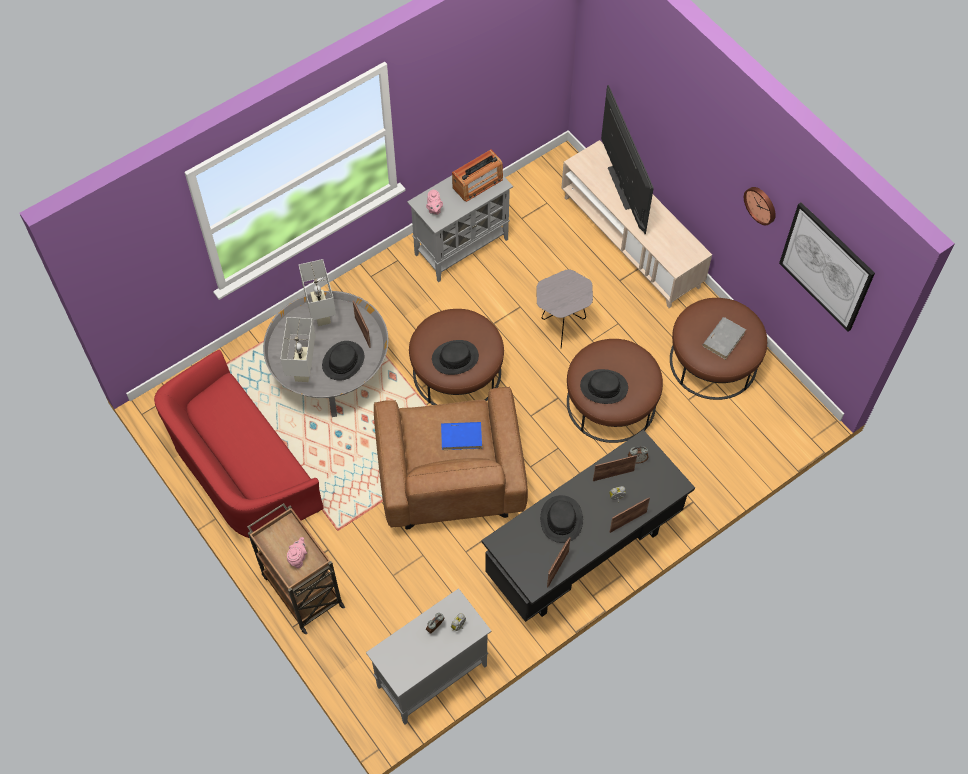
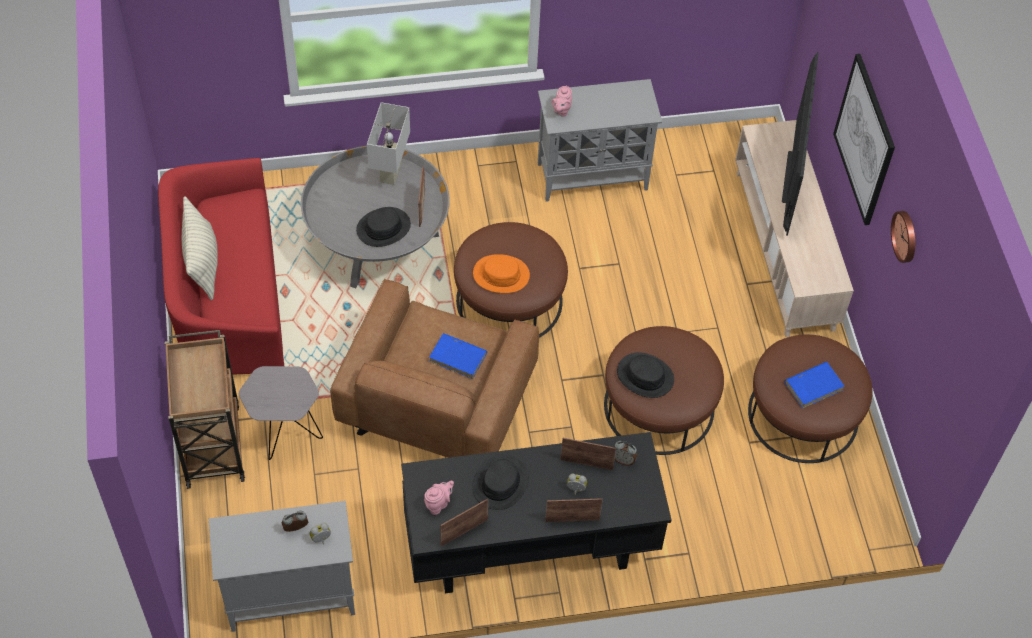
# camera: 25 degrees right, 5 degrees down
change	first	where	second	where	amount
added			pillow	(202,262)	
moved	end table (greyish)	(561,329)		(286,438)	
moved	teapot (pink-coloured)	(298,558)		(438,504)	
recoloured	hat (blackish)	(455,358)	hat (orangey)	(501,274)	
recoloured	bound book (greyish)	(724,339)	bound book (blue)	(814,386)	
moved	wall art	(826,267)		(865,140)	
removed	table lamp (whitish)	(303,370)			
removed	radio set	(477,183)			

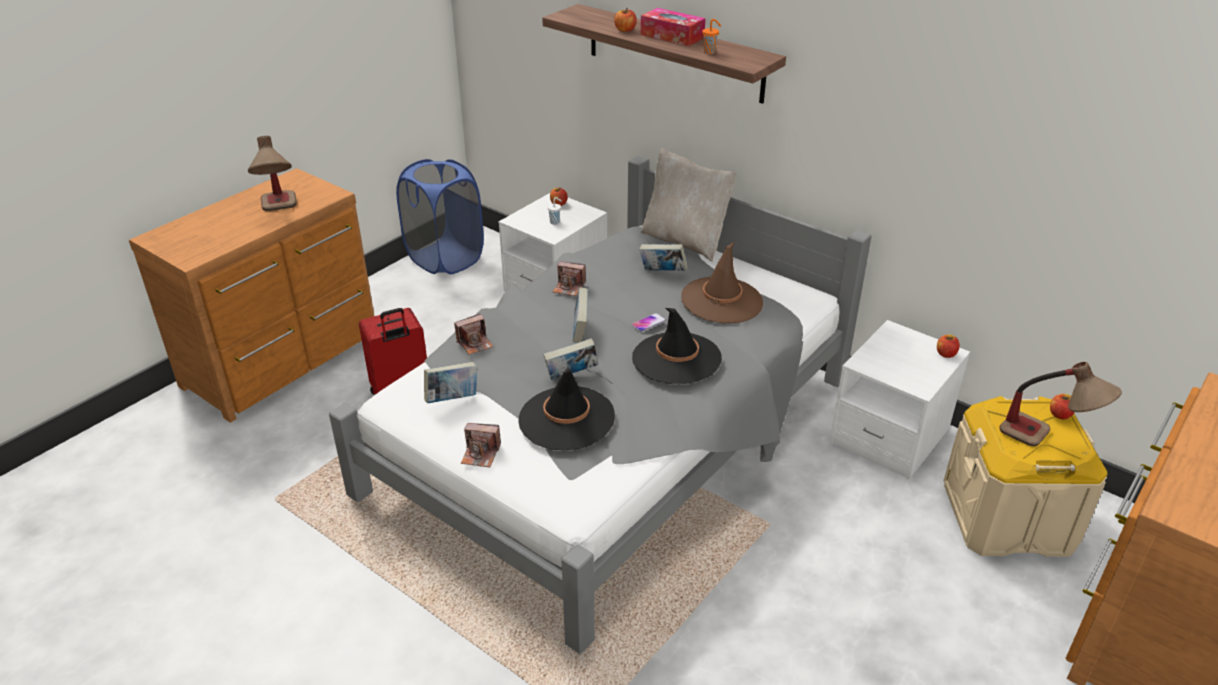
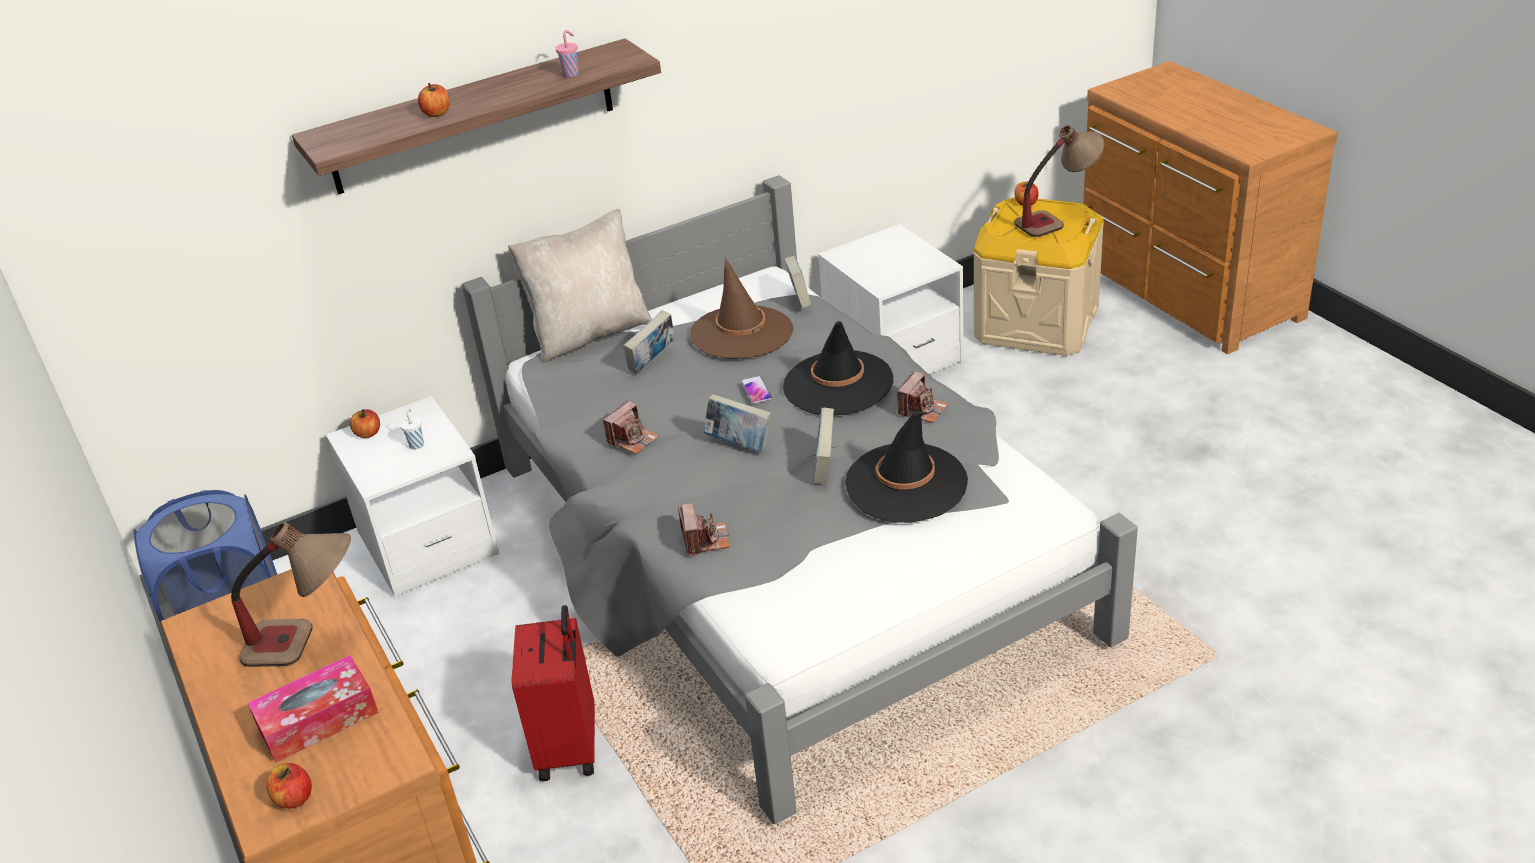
# camera: 65 degrees left, 0 degrees up
change	first	where	second	where	amount
moved	tissue box	(672,36)		(318,720)	
moved	apple	(946,354)		(294,798)	
recoloured	drinking cup (orangey)	(710,52)	drinking cup (pink-coloured)	(571,74)	
moved	bound book	(452,399)		(799,301)	
moved	still camera	(481,454)		(922,409)	

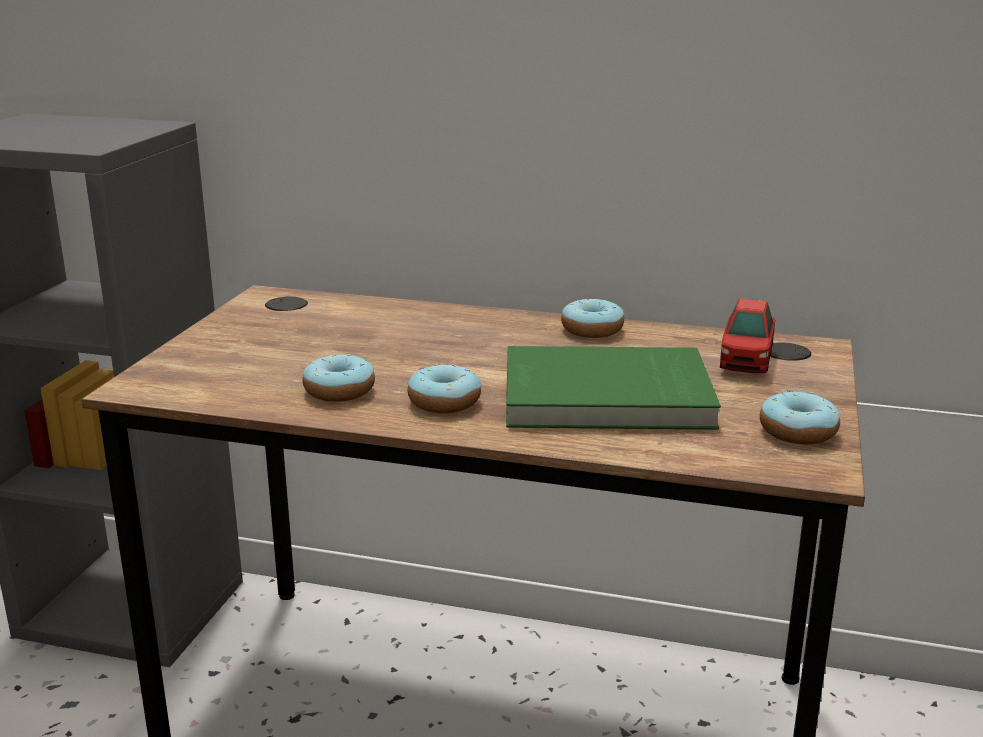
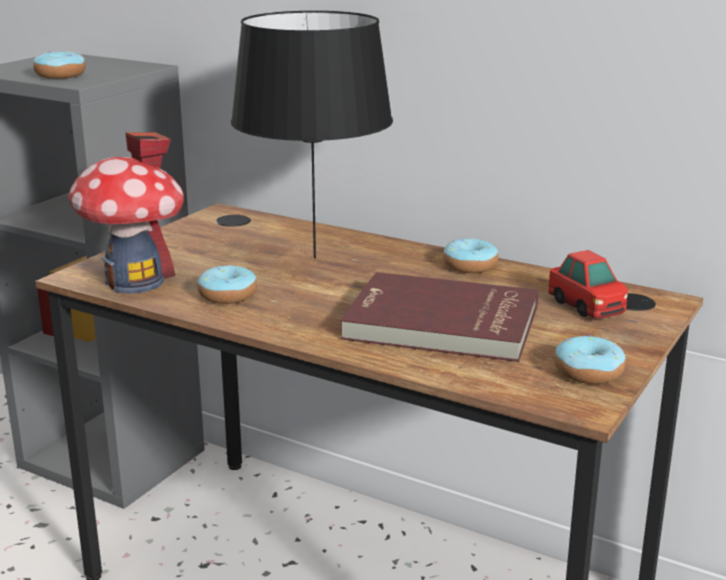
# camera: 15 degrees right, 0 degrees up
change	first	where	second	where	amount
moved	donut	(444,402)		(60,75)	
added			toy house	(135,282)	
added			table lamp (blackish)	(315,257)	
recoloured	bound book (greenish)	(606,397)	bound book (reddish)	(441,324)	
turned	model car	(745,361)		(587,306)	60 degrees counterclockwise

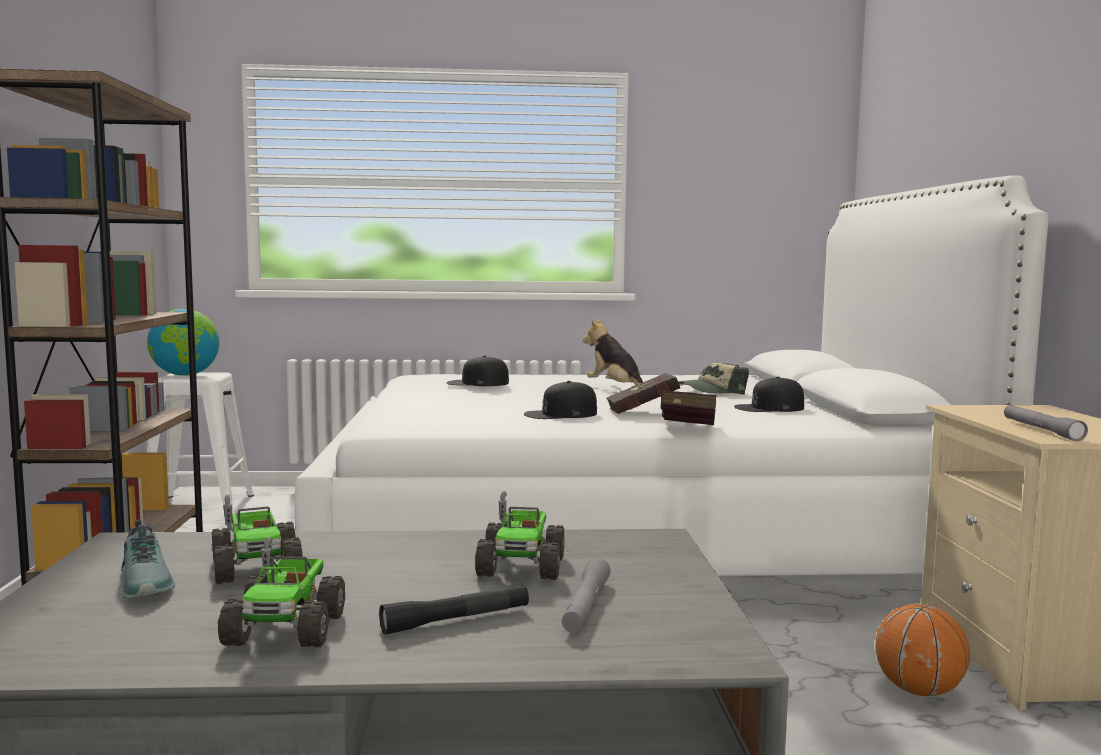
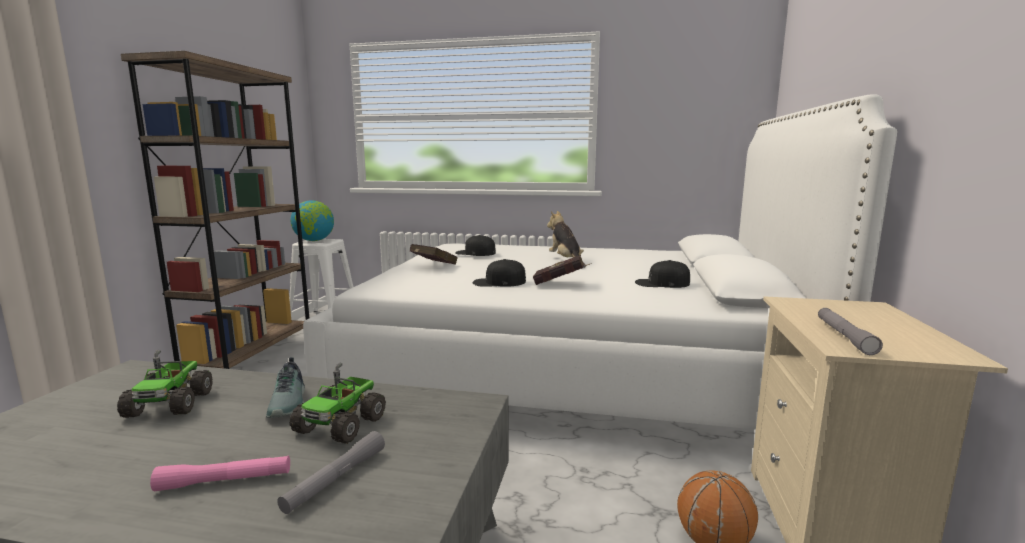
# camera: 15 degrees right, 5 degrees up
change	first	where	second	where	amount
recoloured	torch (blackish)	(456,620)	torch (pink-coloured)	(225,481)	
moved	low shoe	(148,583)		(290,402)	
moved	bound book (reddish)	(686,430)		(432,266)	
removed	model truck	(287,629)			
removed	peaked cap	(712,392)			

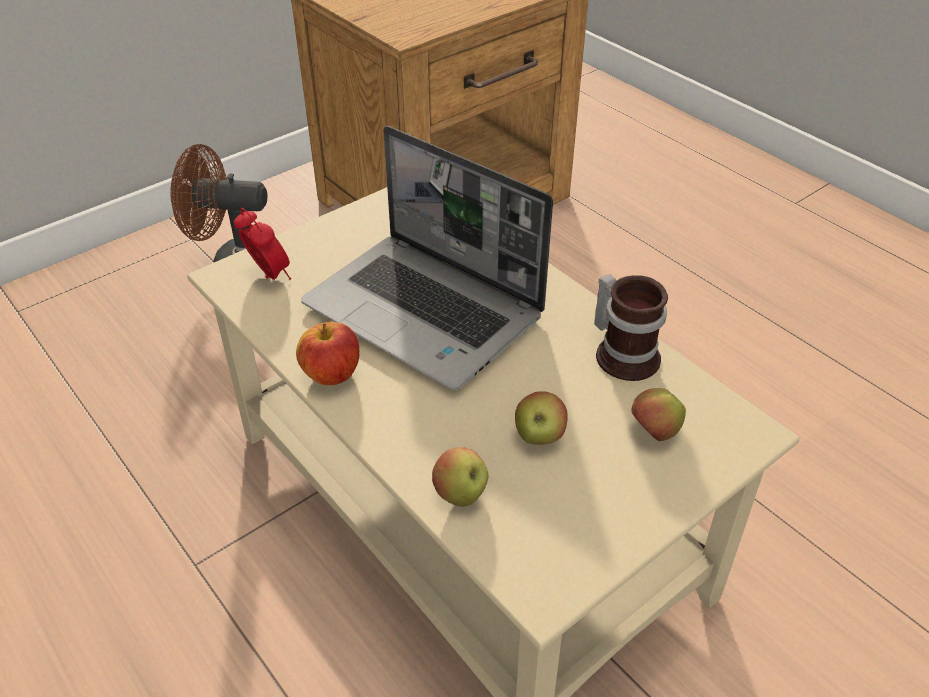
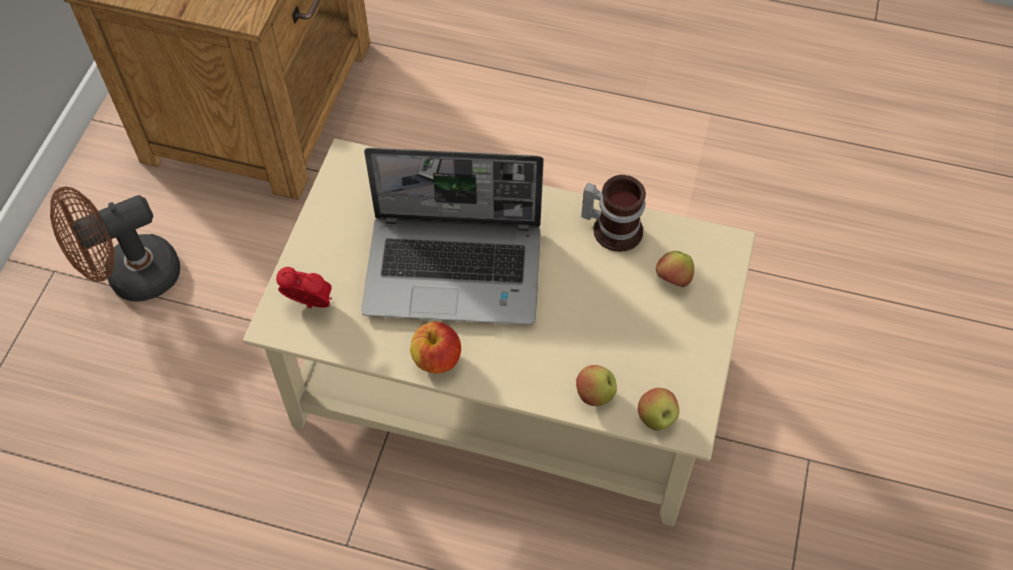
# camera: 35 degrees left, 15 degrees up
change	first	where	second	where	amount
moved	apple	(539,436)		(656,418)	

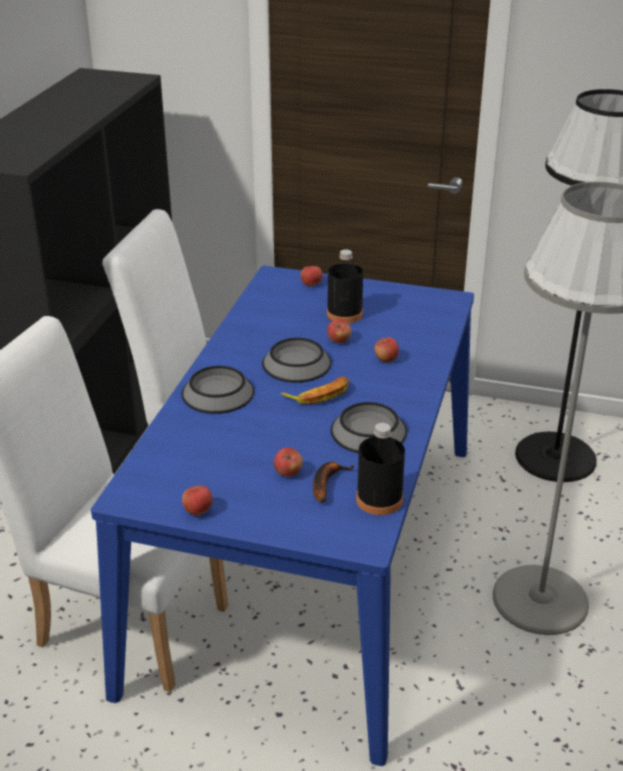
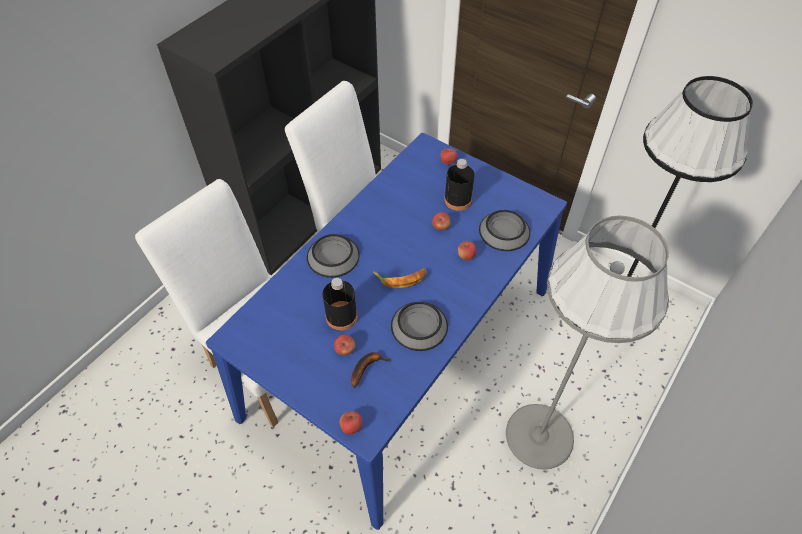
# camera: 20 degrees right, 20 degrees up
change	first	where	second	where	amount
moved	bottle (blackish)	(379,499)		(341,316)	
moved	apple	(198,511)		(351,427)	
moved	serving bowl	(296,363)		(504,231)	

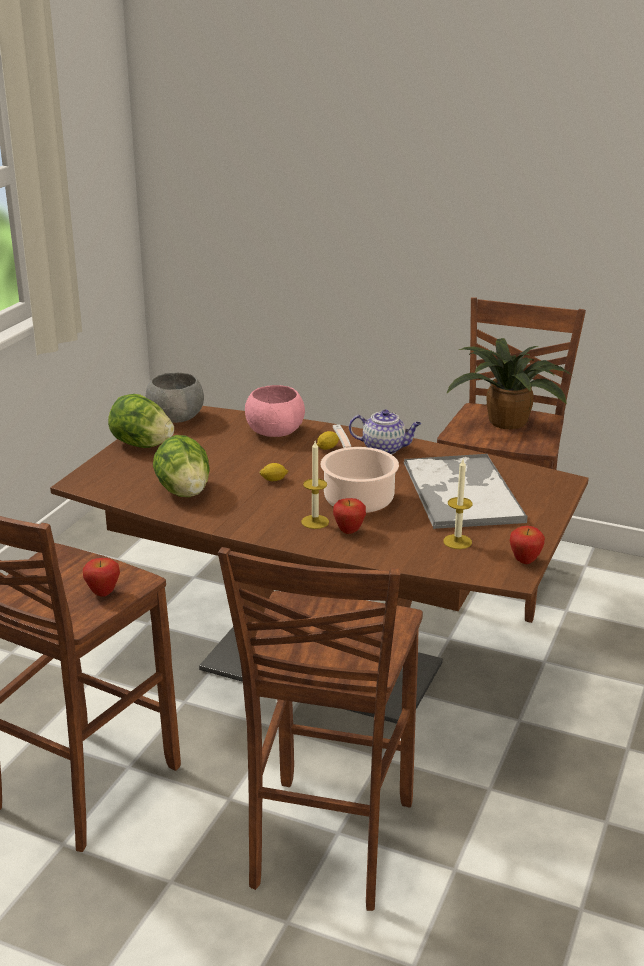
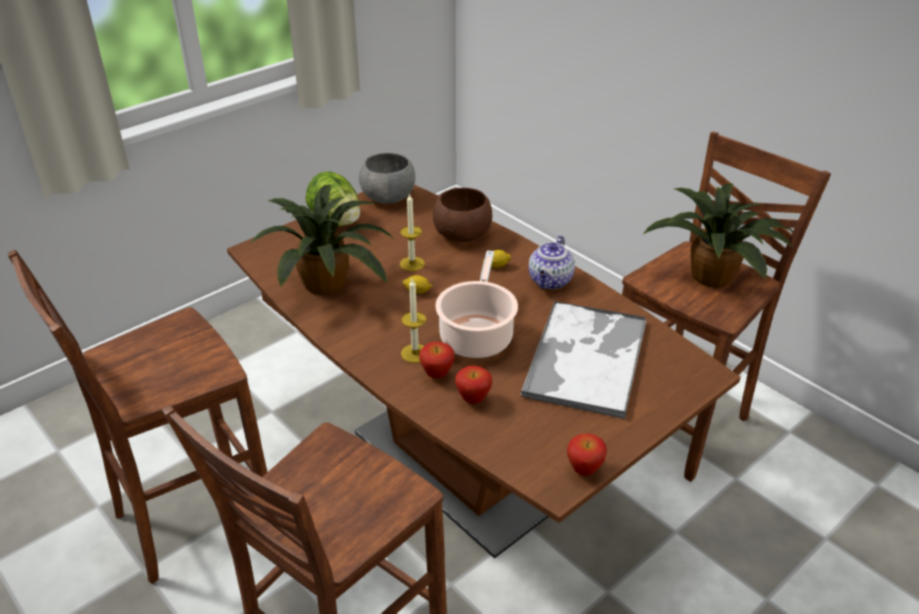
# camera: 25 degrees right, 10 degrees up
change	first	where	second	where	amount
replaced	head of lettuce	(184,492)	houseplant	(329,284)	
moved	candle	(457,541)		(412,264)	
recoloured	serving bowl (pink-coloured)	(274,432)	serving bowl (brownish)	(461,235)	
moved	apple	(103,593)		(473,400)	
turned	teapot	(385,449)		(550,281)	75 degrees clockwise

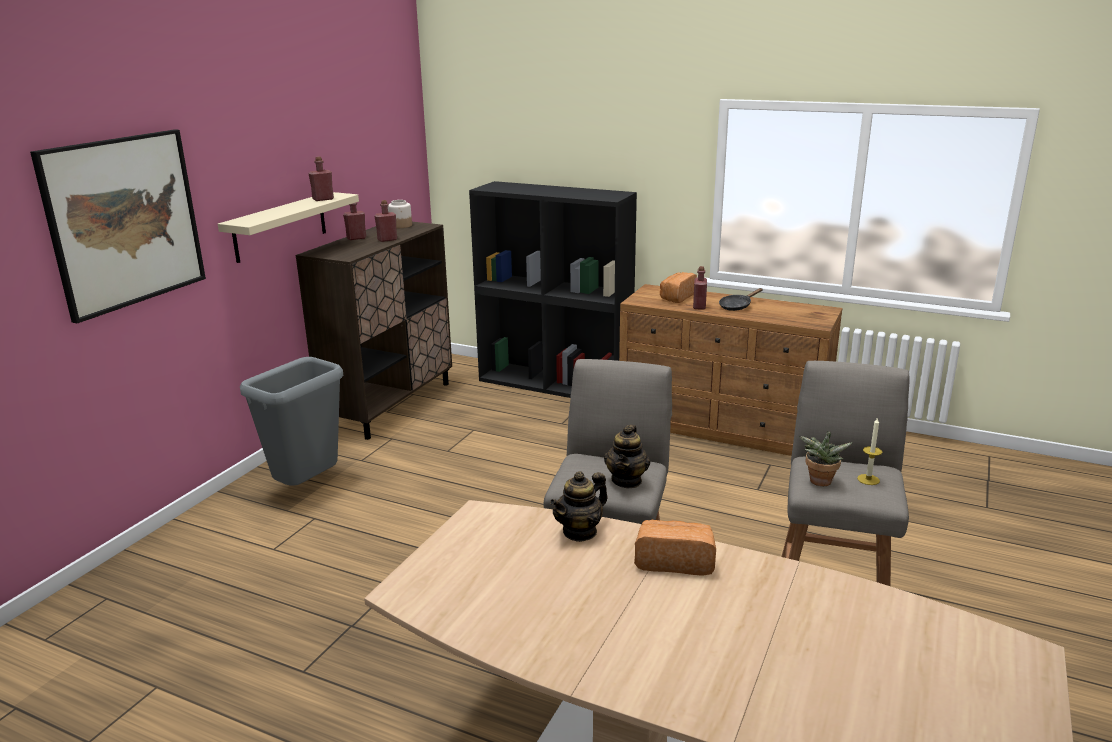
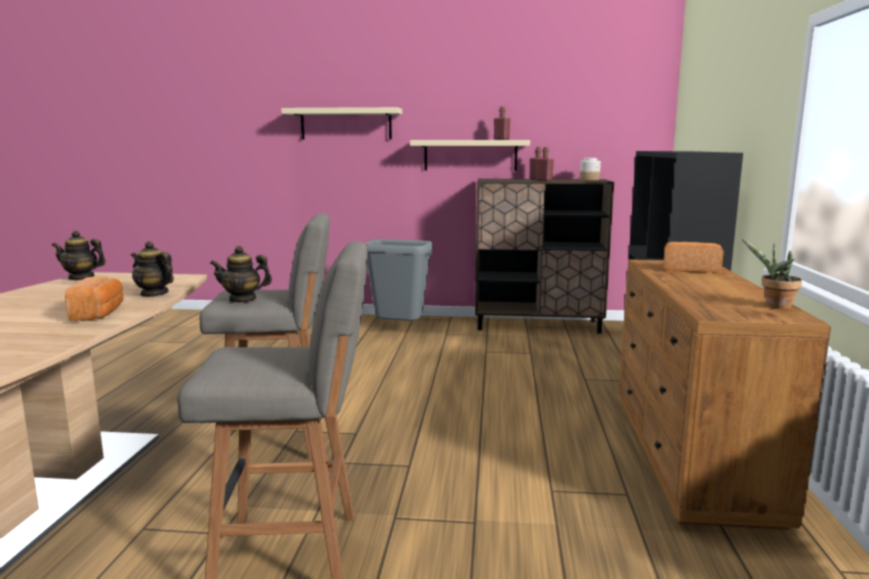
# camera: 70 degrees right, 10 degrees down
change	first	where	second	where	amount
added			teapot	(81,277)	
replaced	wall art	(124,222)	shelf (sand-coloured)	(346,124)	
moved	houseplant	(819,483)		(774,306)	
removed	bottle (reddish)	(699,306)			
removed	pan (blackish)	(737,306)			
removed	candle	(868,479)			

